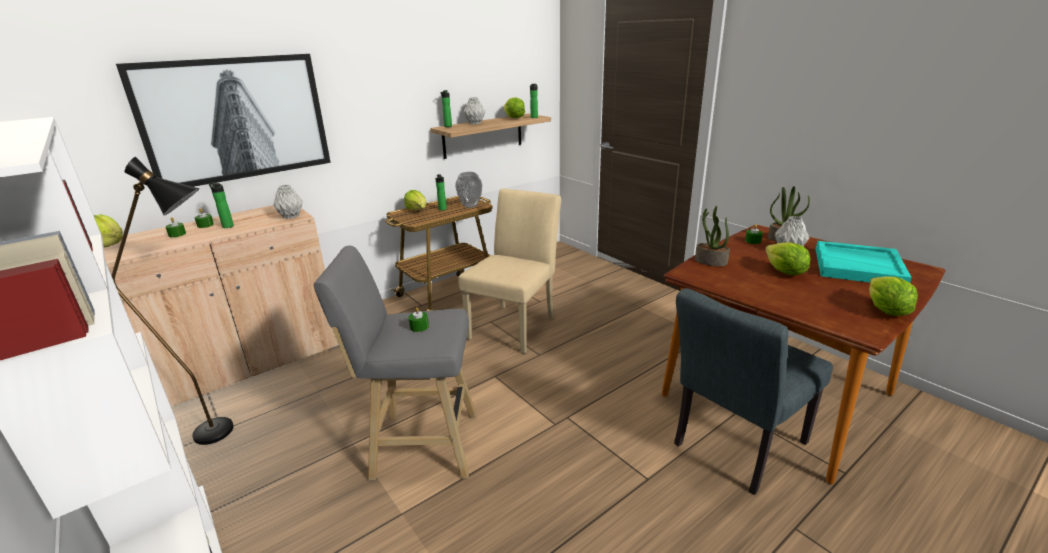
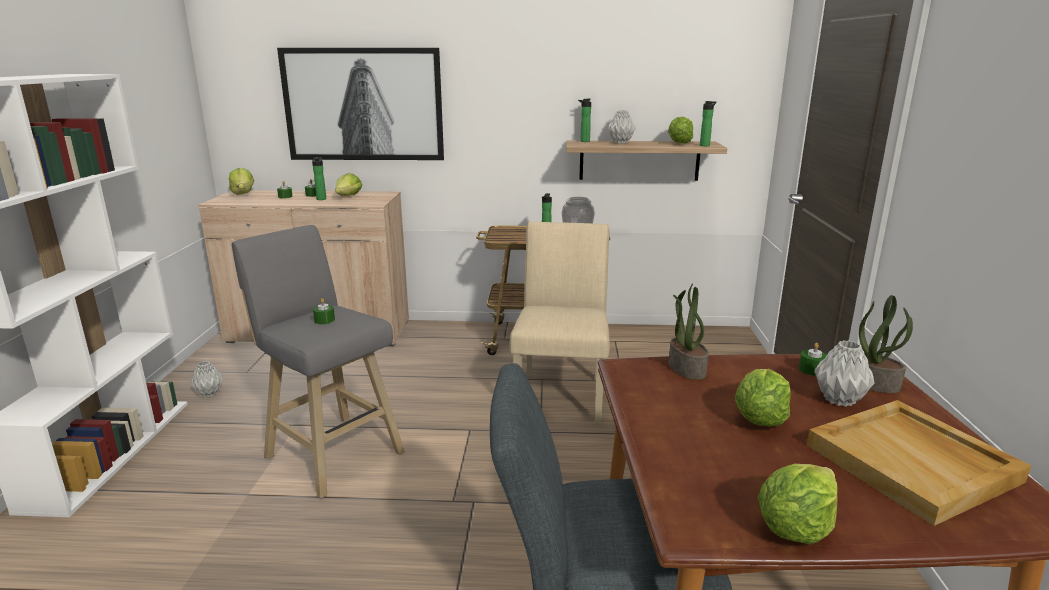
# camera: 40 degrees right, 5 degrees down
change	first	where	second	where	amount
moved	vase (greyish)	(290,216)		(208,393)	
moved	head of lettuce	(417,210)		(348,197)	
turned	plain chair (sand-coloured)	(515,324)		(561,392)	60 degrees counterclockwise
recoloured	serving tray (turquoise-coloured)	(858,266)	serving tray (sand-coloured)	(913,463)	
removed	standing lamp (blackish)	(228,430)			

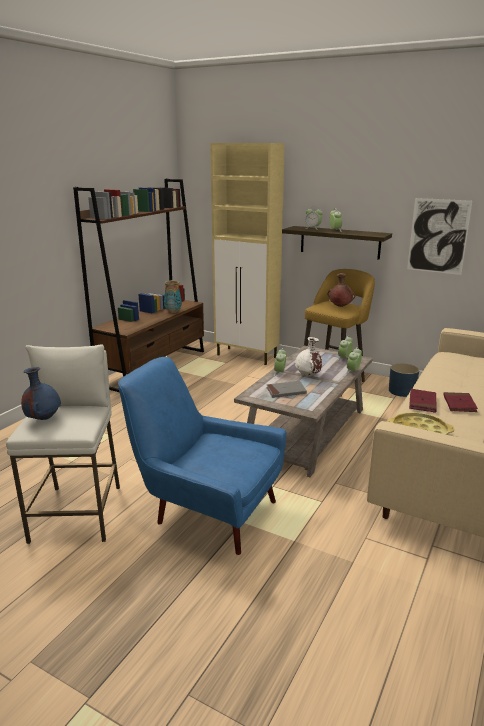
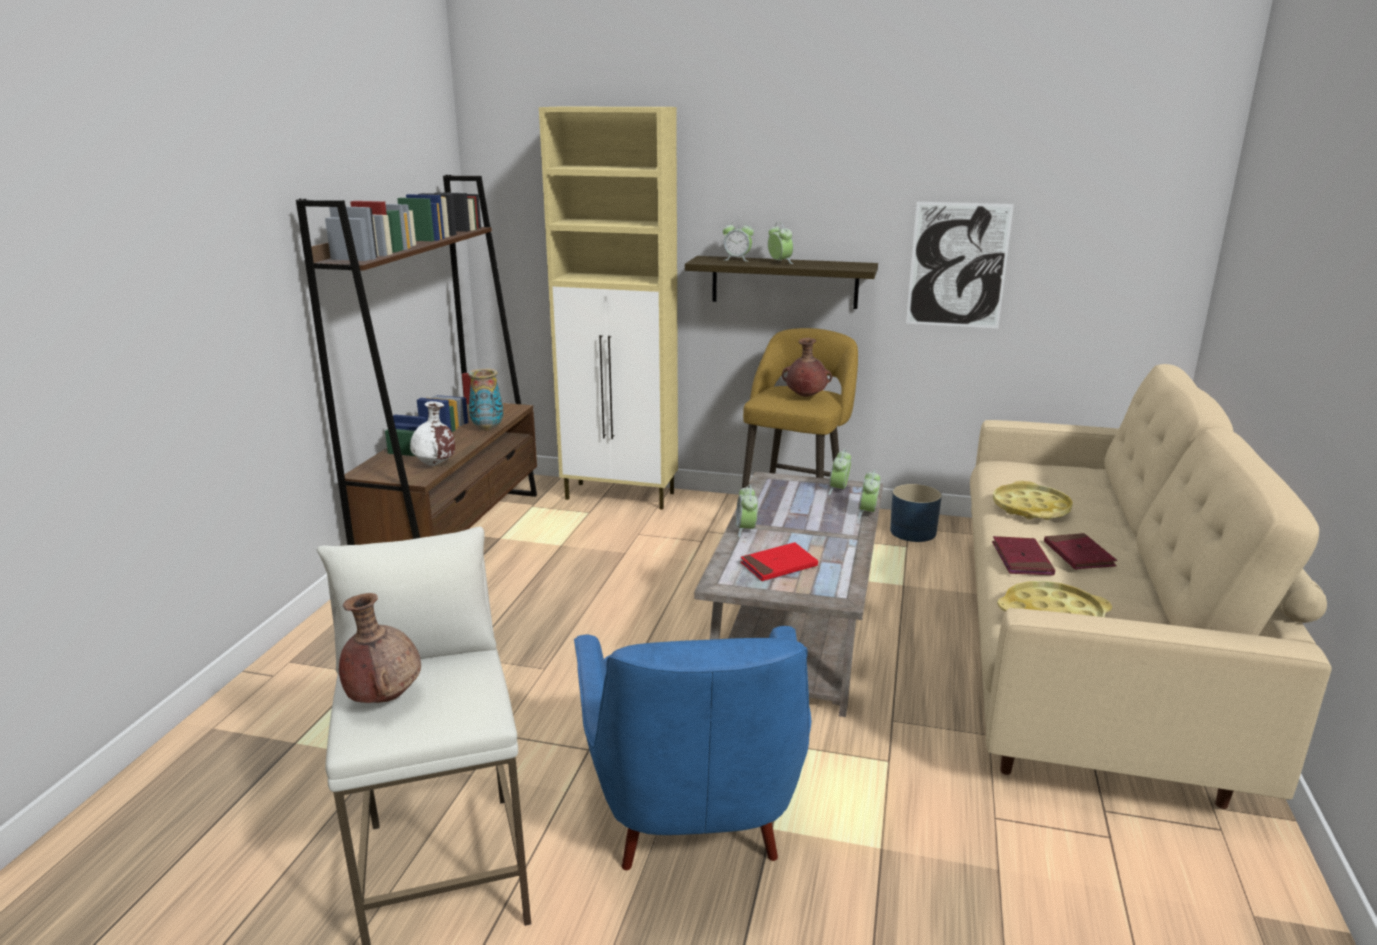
# camera: 15 degrees left, 0 degrees up
change	first	where	second	where	amount
recoloured	vase (blue)	(43,418)	vase (brownish)	(384,698)	
moved	vase (whitish)	(308,376)		(435,465)	
turned	armchair (blue)	(206,510)		(694,817)	105 degrees counterclockwise
recoloured	bound book (greyish)	(286,391)	bound book (reddish)	(778,565)	
added			serving tray (yellow)	(1031,508)	

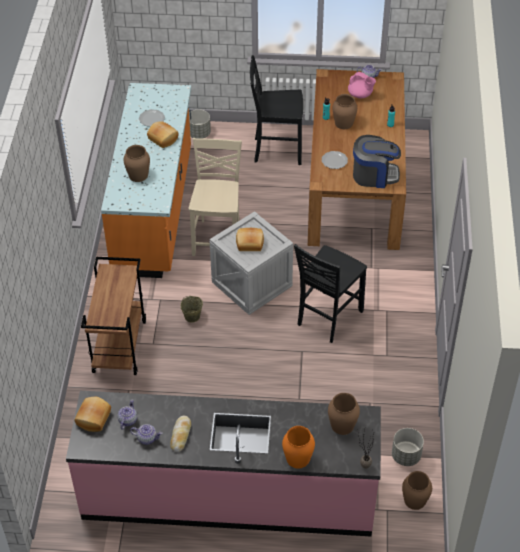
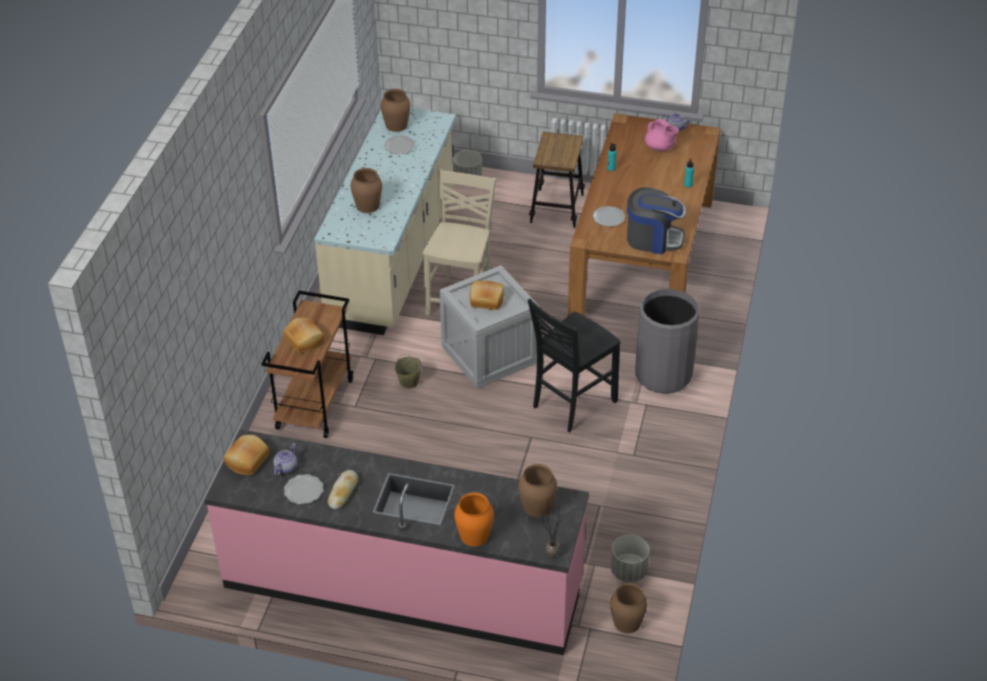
# camera: 10 degrees right, 5 degrees down
change	first	where	second	where	amount
moved	baked bread	(163,138)		(305,340)	
replaced	teapot	(147,438)	plate	(303,490)	
recoloured	counter (orangey)	(155,211)	counter (sand-coloured)	(393,260)	
moved	vase (brownish)	(343,123)		(396,125)	
replaced	plain chair (blackish)	(276,150)	sitting stool	(557,208)	
added			waste bin (greyish)	(663,374)	

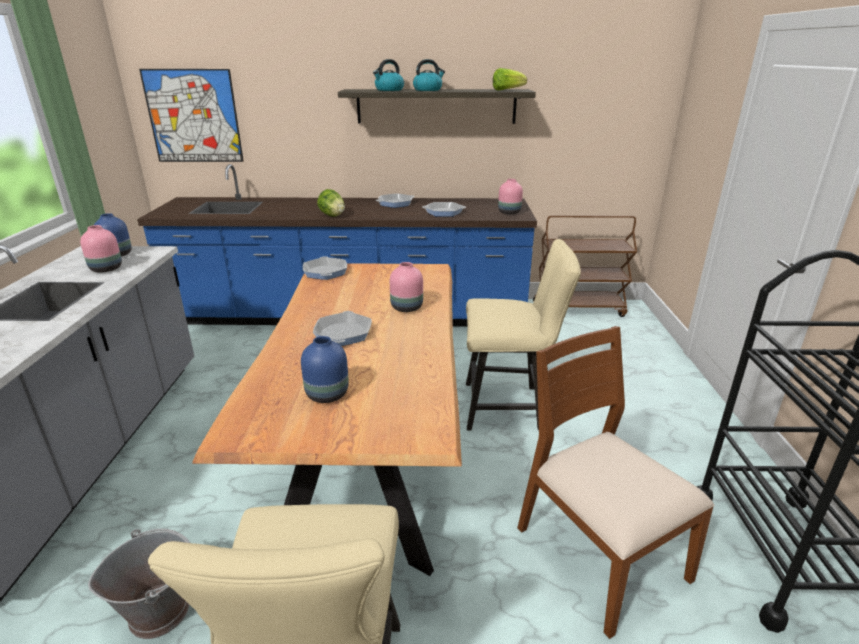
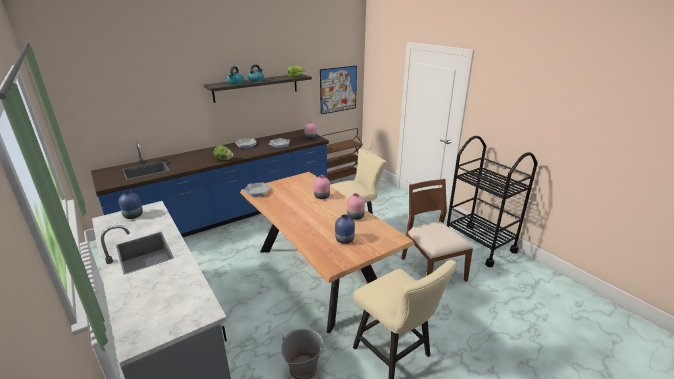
# camera: 35 degrees left, 0 degrees up
change	first	where	second	where	amount
moved	wall art	(193,116)		(338,89)	
moved	vase (pink-coloured)	(106,269)		(356,217)	
turned	plain chair (brownish)	(597,553)		(431,269)	45 degrees clockwise
removed	pan	(343,333)			

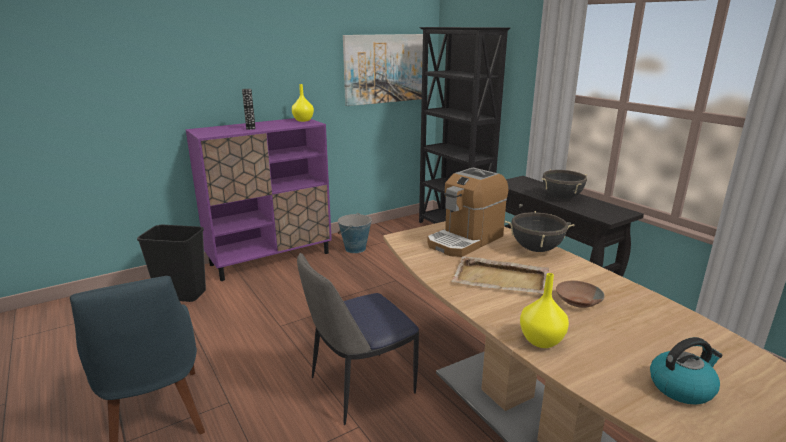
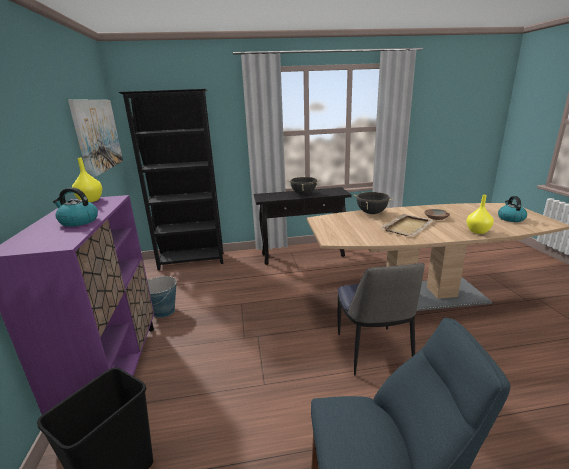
# camera: 65 degrees left, 0 degrees up
change	first	where	second	where	amount
replaced	vase	(250,128)	tea kettle	(78,221)	
removed	coffee machine	(465,240)			

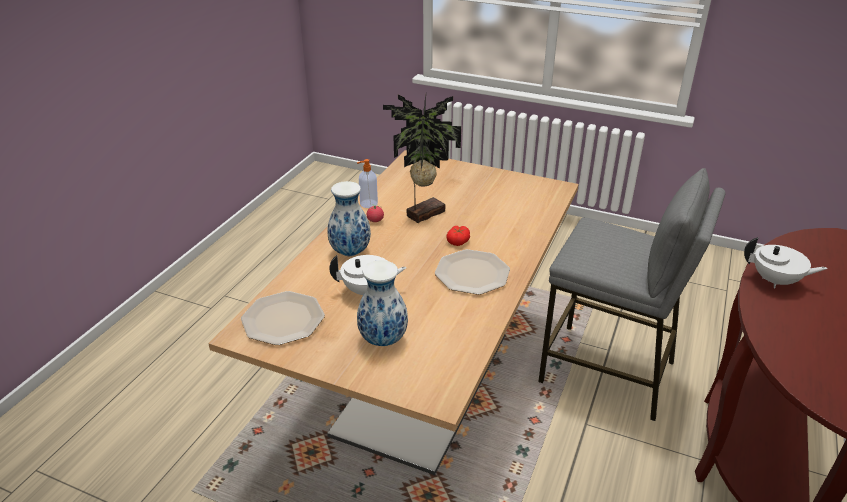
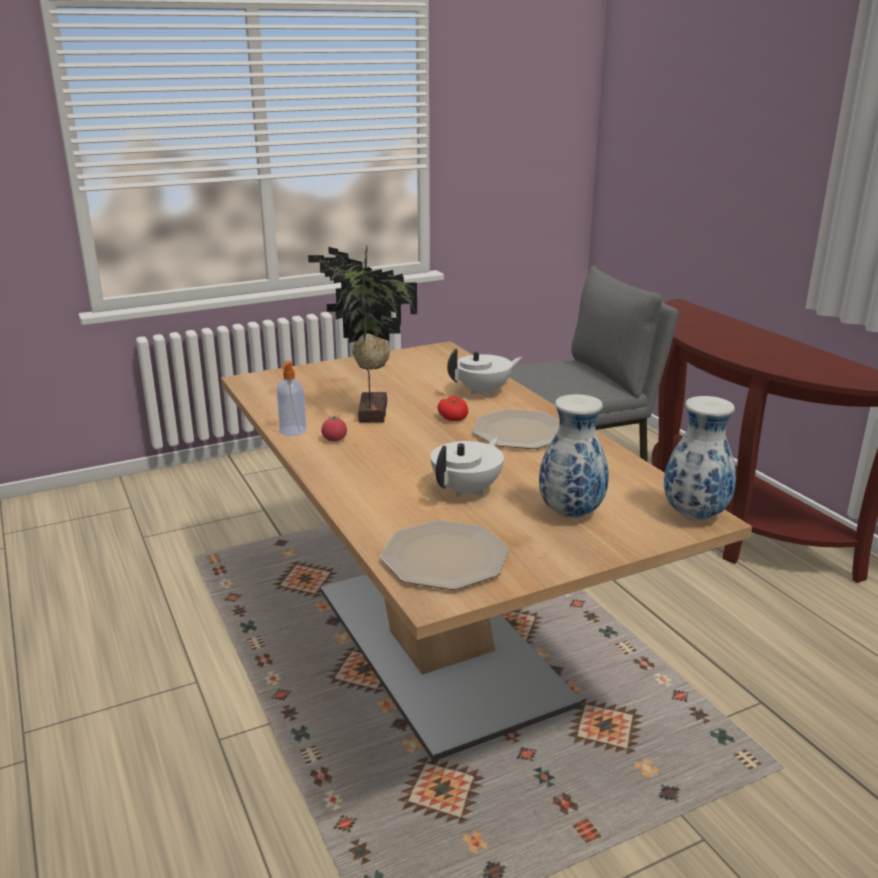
# camera: 50 degrees left, 10 degrees down
change	first	where	second	where	amount
moved	teapot (whitish)	(775,281)		(484,391)	
moved	vase	(350,253)		(695,516)	

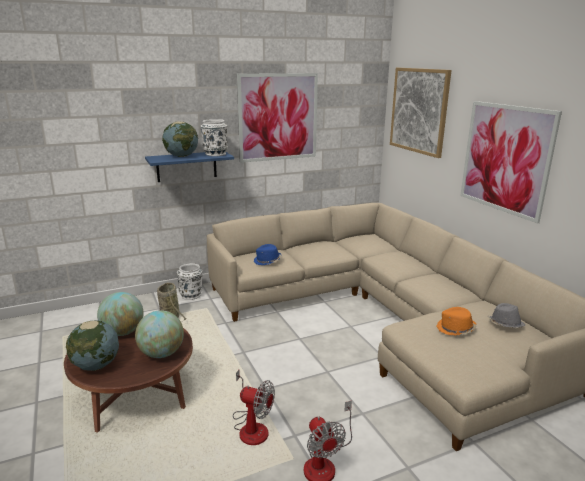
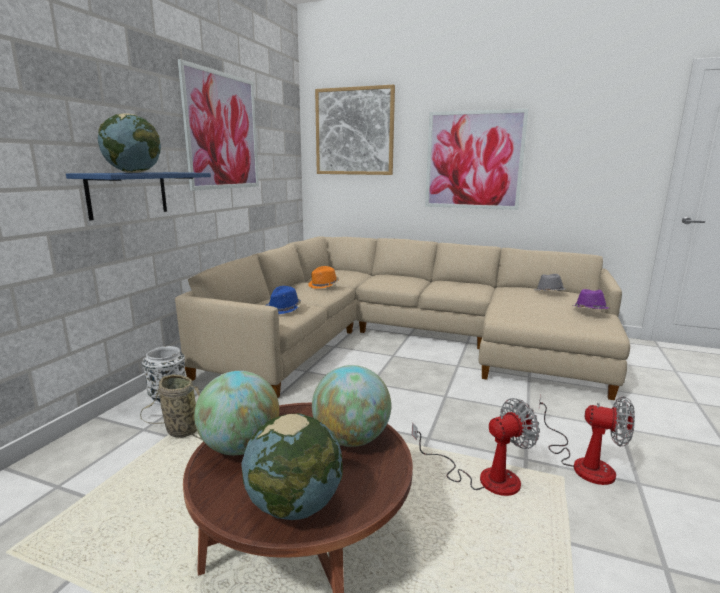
# camera: 45 degrees left, 5 degrees down
change	first	where	second	where	amount
moved	hat (orangey)	(455,329)		(324,285)	
added			hat (purple-coloured)	(589,310)	
removed	vase (whitish)	(215,154)			

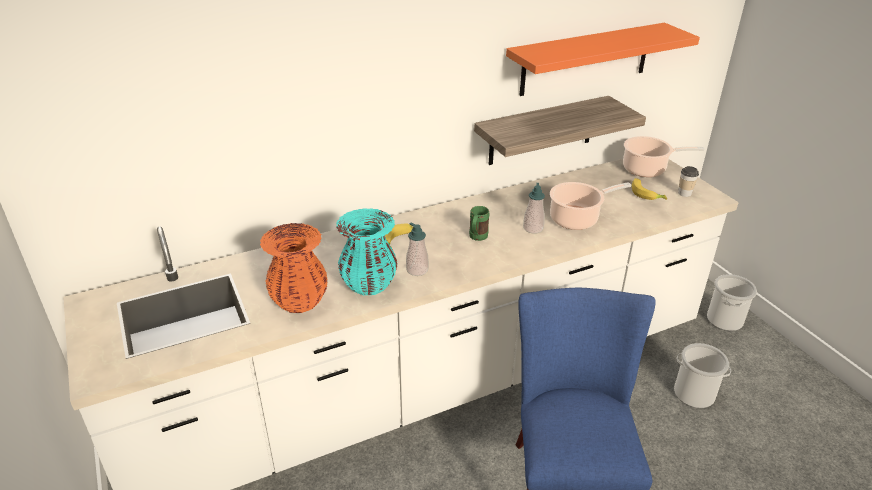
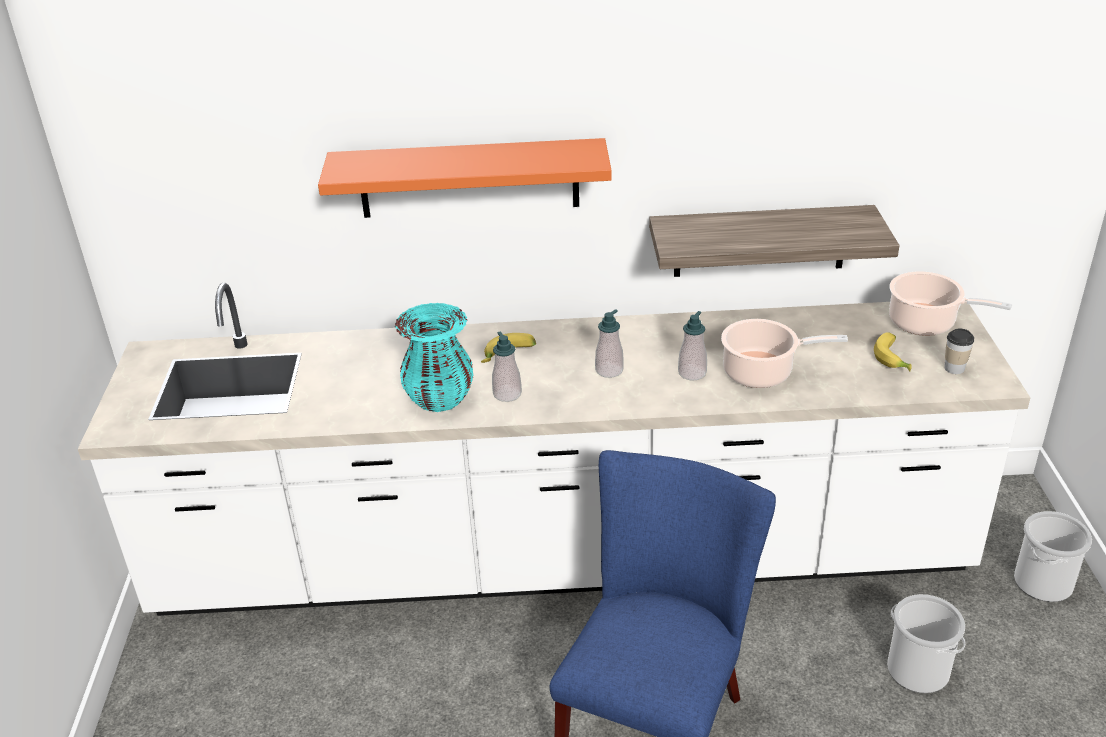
# camera: 25 degrees right, 0 degrees up
change	first	where	second	where	amount
moved	shelf (orangey)	(586,59)		(469,178)	
replaced	tea mug (greenish)	(477,238)	soap bottle	(609,370)	
removed	vase (orangey)	(299,302)			

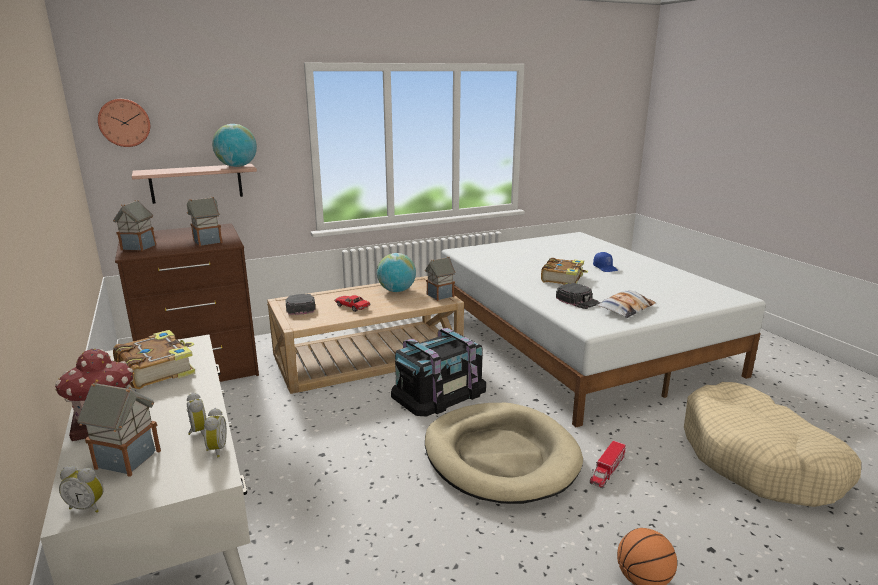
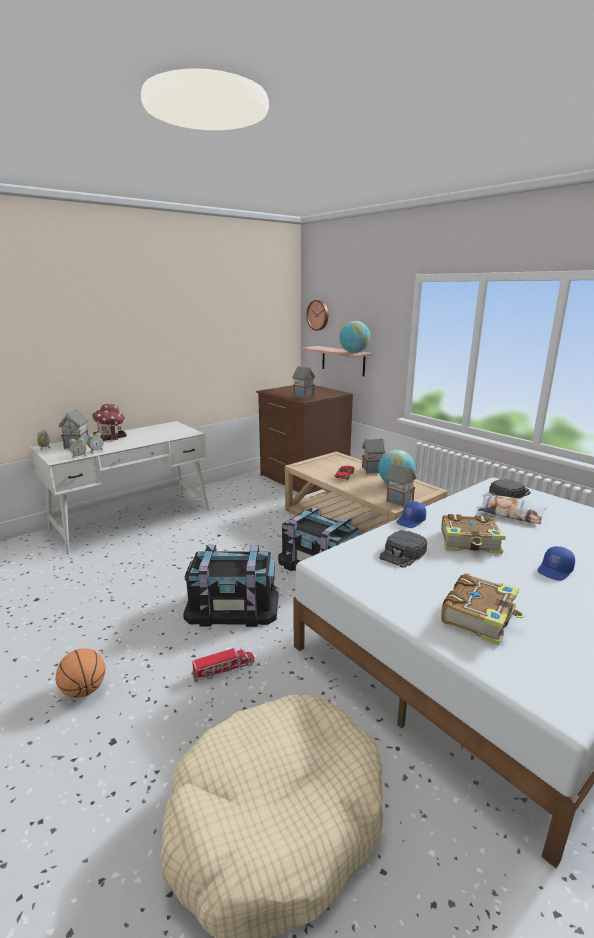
# camera: 75 degrees right, 0 degrees up
change	first	where	second	where	amount
replaced	dog cushion (sand-coloured)	(500,456)	storage container (blackish)	(233,605)	
turned	model truck	(607,471)		(223,669)	135 degrees clockwise
moved	toy house	(139,247)		(372,470)	
added			peaked cap (blue)	(411,521)	
moved	bound book	(157,369)		(480,616)	
moved	pillow	(625,308)		(510,514)	
moved	peaked cap (blackish)	(300,307)		(509,493)	

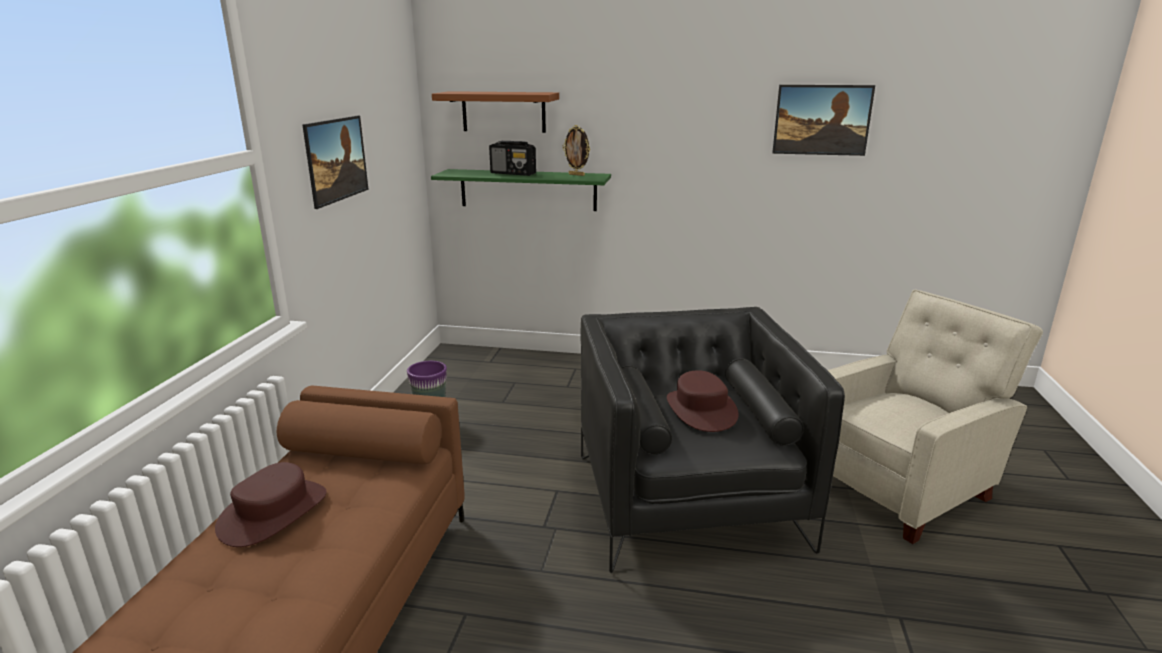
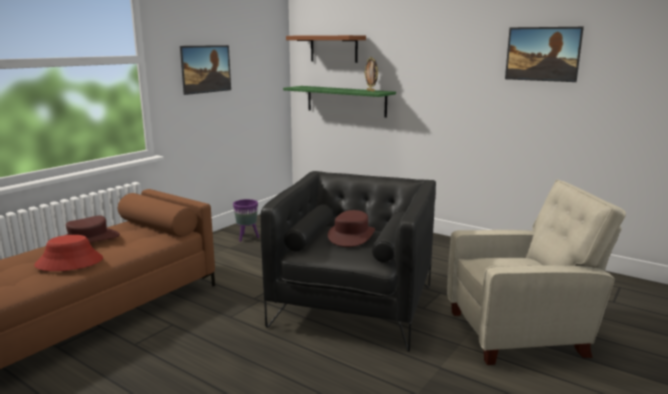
# camera: 25 degrees right, 5 degrees down
change	first	where	second	where	amount
added			hat (reddish)	(69,262)	
removed	radio set	(513,173)			

